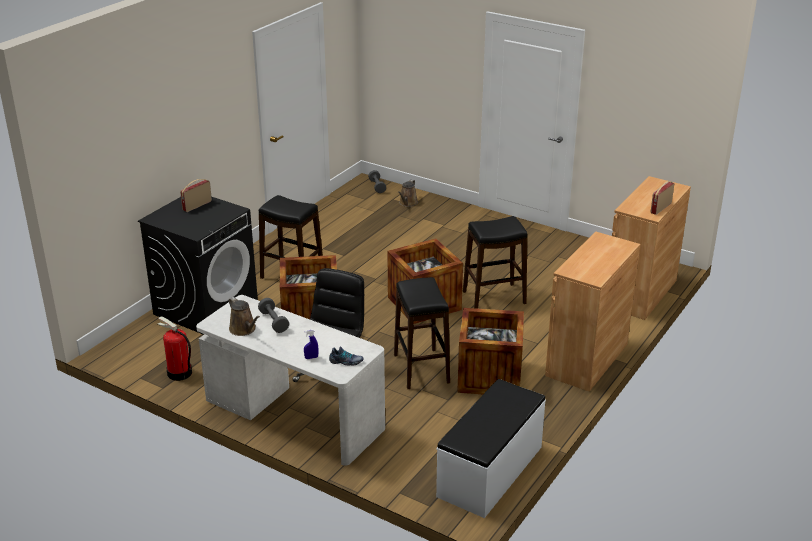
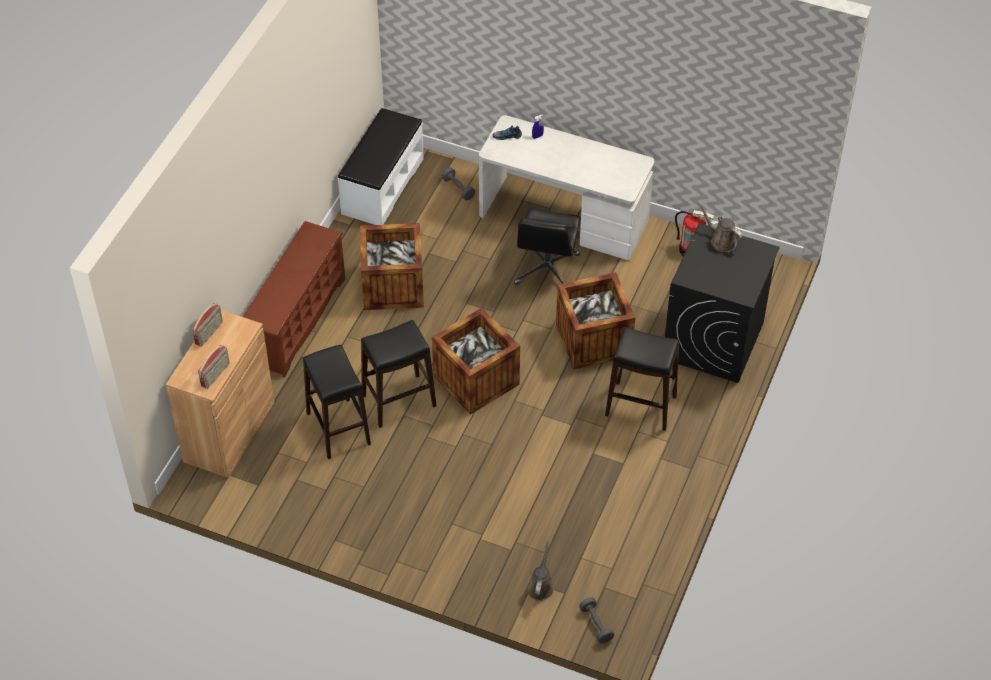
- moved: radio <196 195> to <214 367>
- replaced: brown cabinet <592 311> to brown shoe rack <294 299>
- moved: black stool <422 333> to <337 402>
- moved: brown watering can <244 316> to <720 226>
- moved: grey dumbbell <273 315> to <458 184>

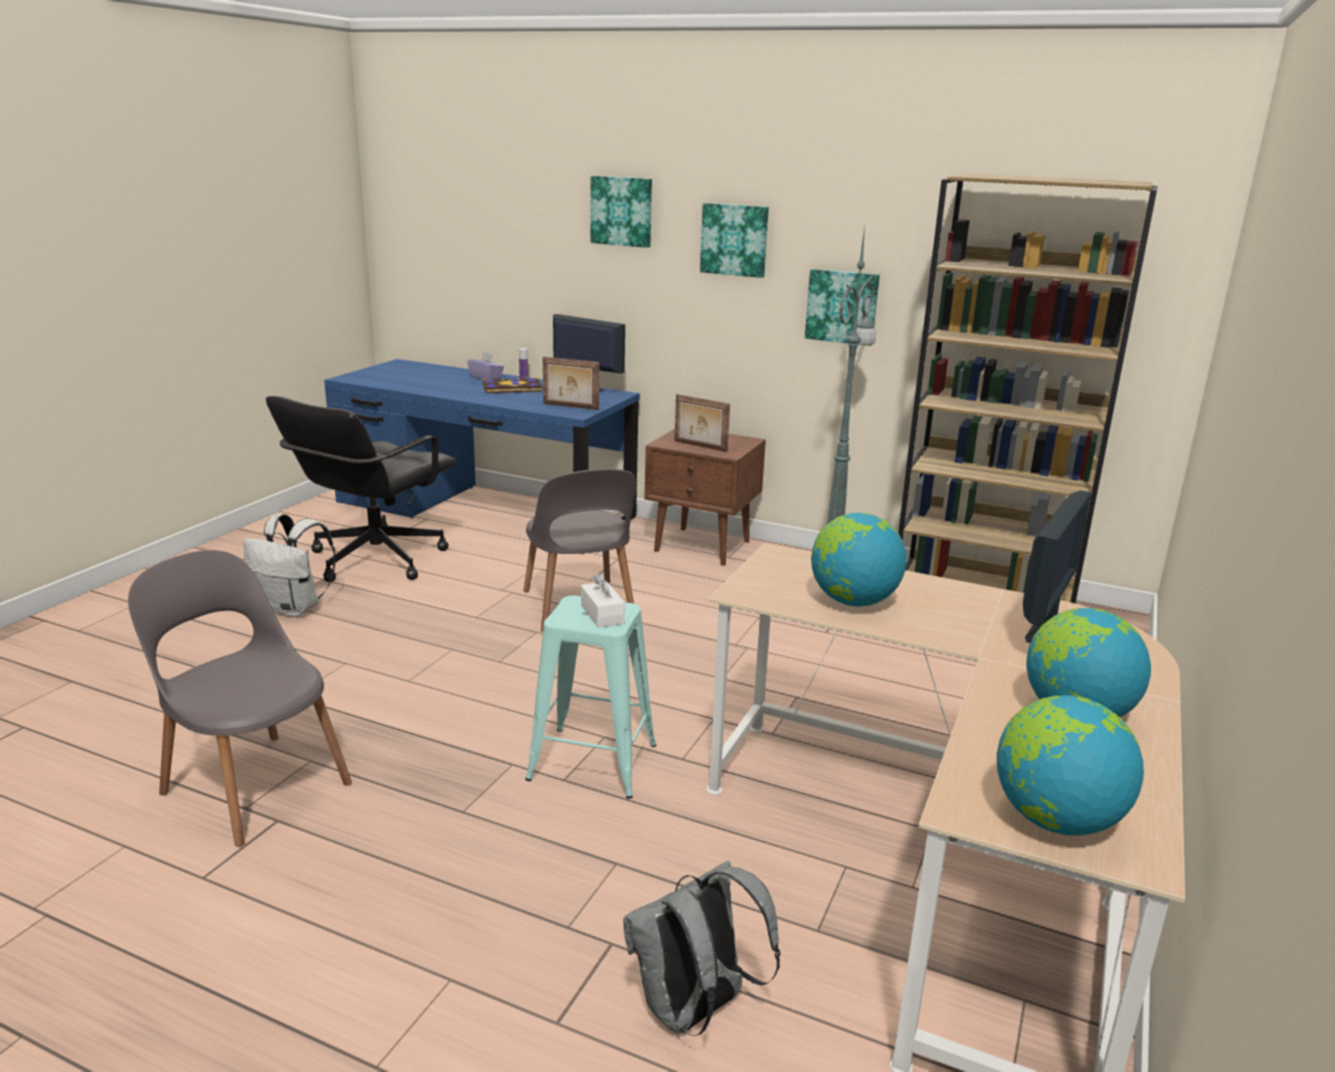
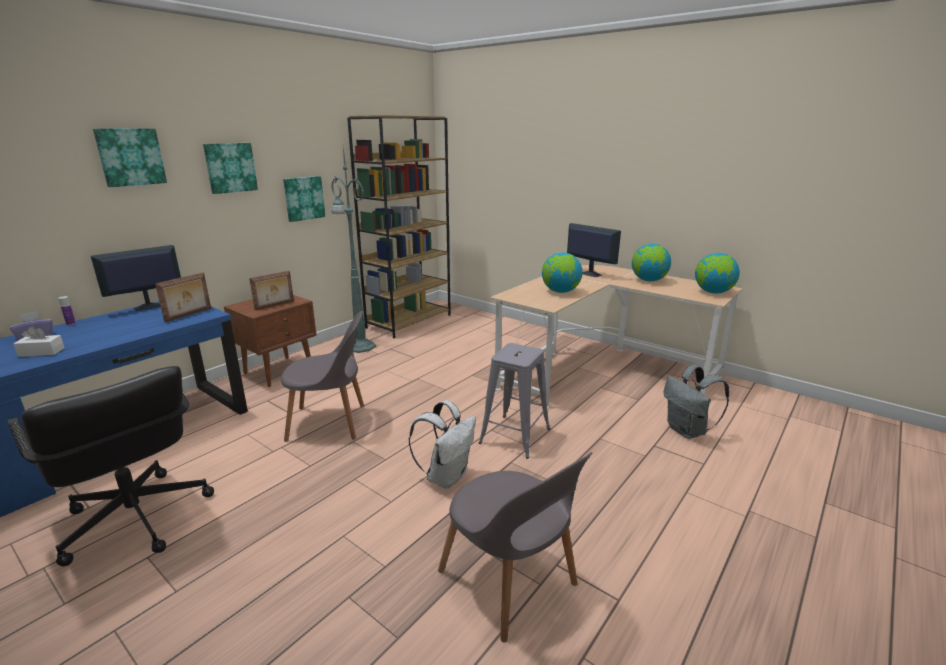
- removed: book <512 385>
- moved: white backpack <290 565> to <442 444>
- turned: grey chair <240 698> = <515 547> 90 degrees counterclockwise
- moved: white tissue box <603 600> to <39 342>
- recoloured: turquoise stool <590 697> to grey stool <514 401>

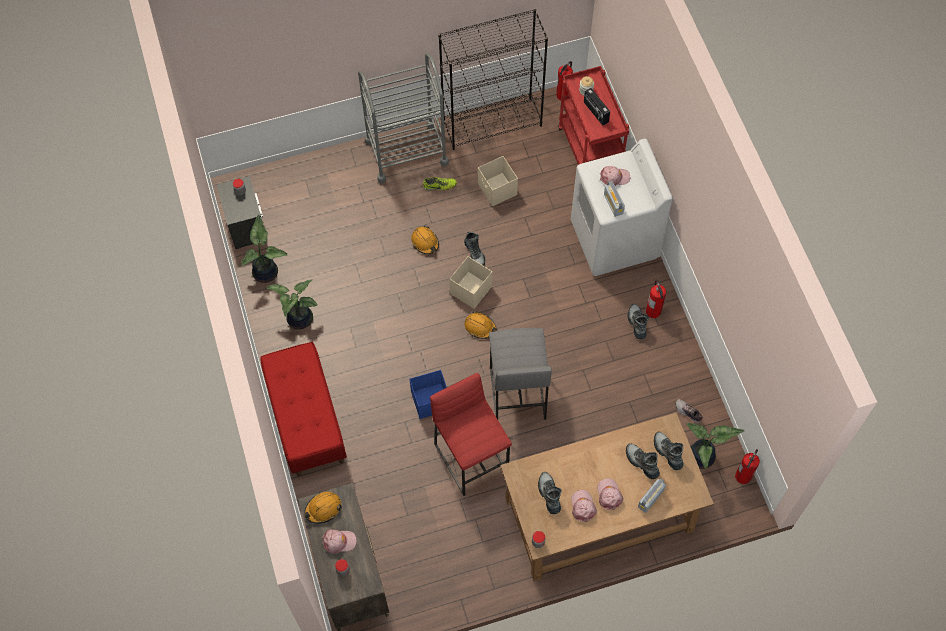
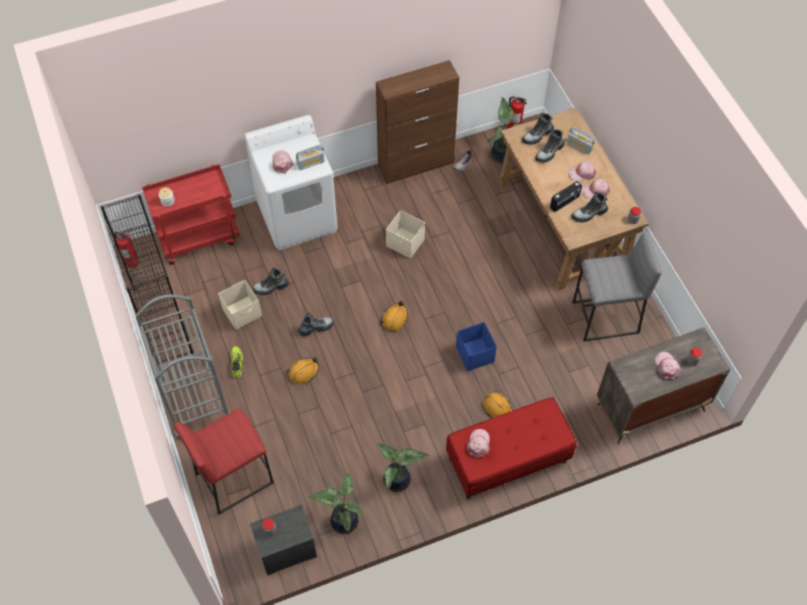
- moved: radio <597 106> to <566 196>
- moved: beige storage box <471 282> to <405 234>
- removed: fire extinguisher <656 299>
- moved: boot <638 321> to <270 281>
- moved: grey stool <520 374> to <617 287>
- moved: red stool <471 434> to <223 461>
- moved: orange hard hat <323 508> to <498 404>
- added: brown cabinet <417 122>
- added: pink cap <478 443>

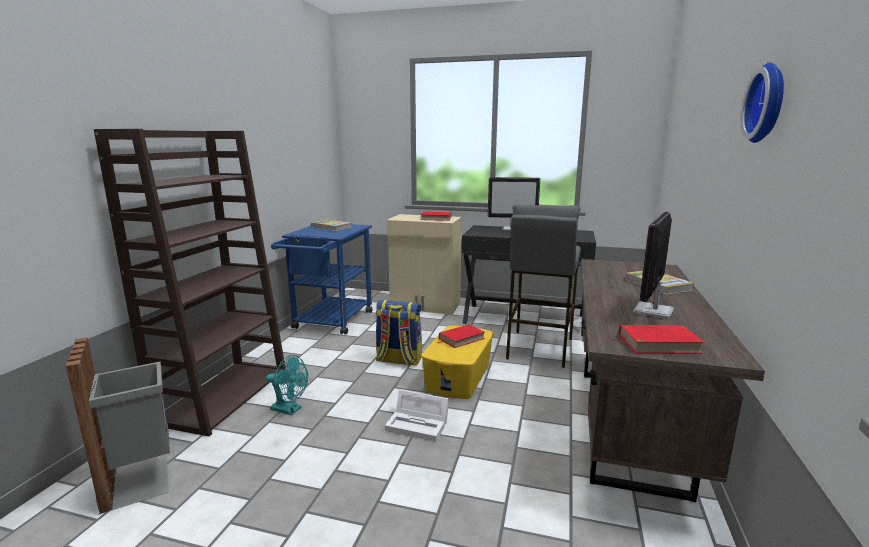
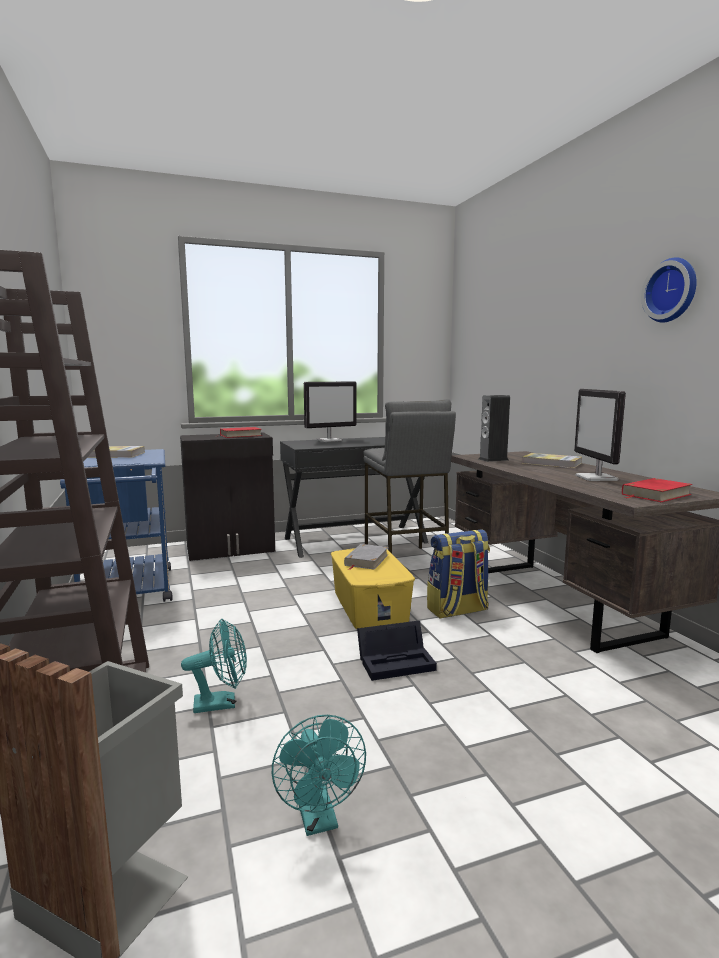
- recoloured: beige cabinet <424 264> to black cabinet <227 496>
- moved: backpack <398 333> to <458 574>
- recoloured: red book <461 336> to grey book <366 557>
- recoloured: white storage box <417 416> to black storage box <397 651>
- added: speaker <494 428>
- added: turquoise fan <319 775>

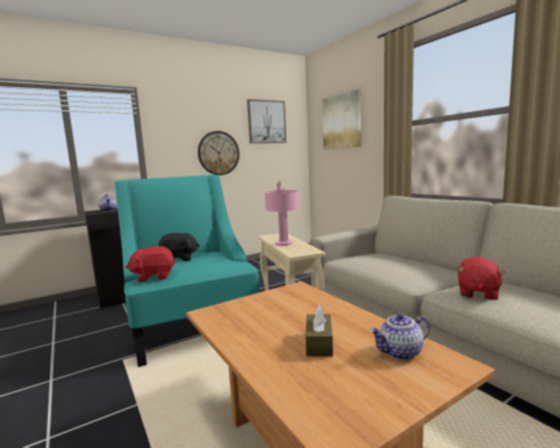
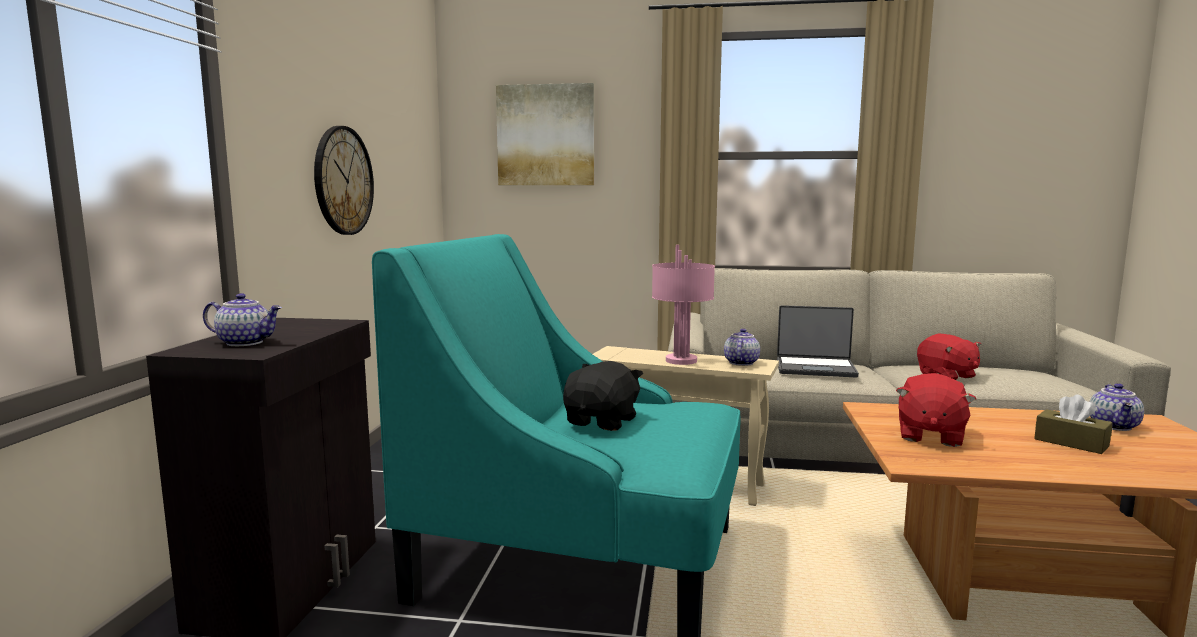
- removed: picture <266 121>
- moved: red plush toy <151 264> to <936 410>
- added: laptop <818 341>
- added: teapot <742 347>

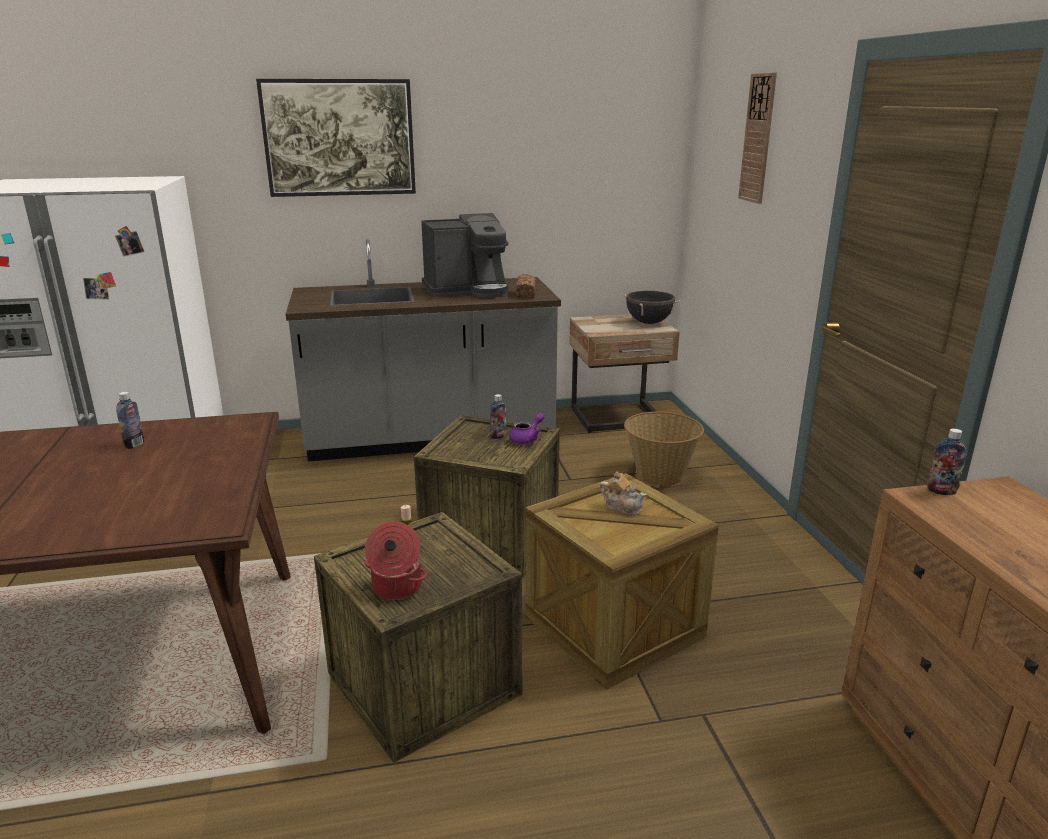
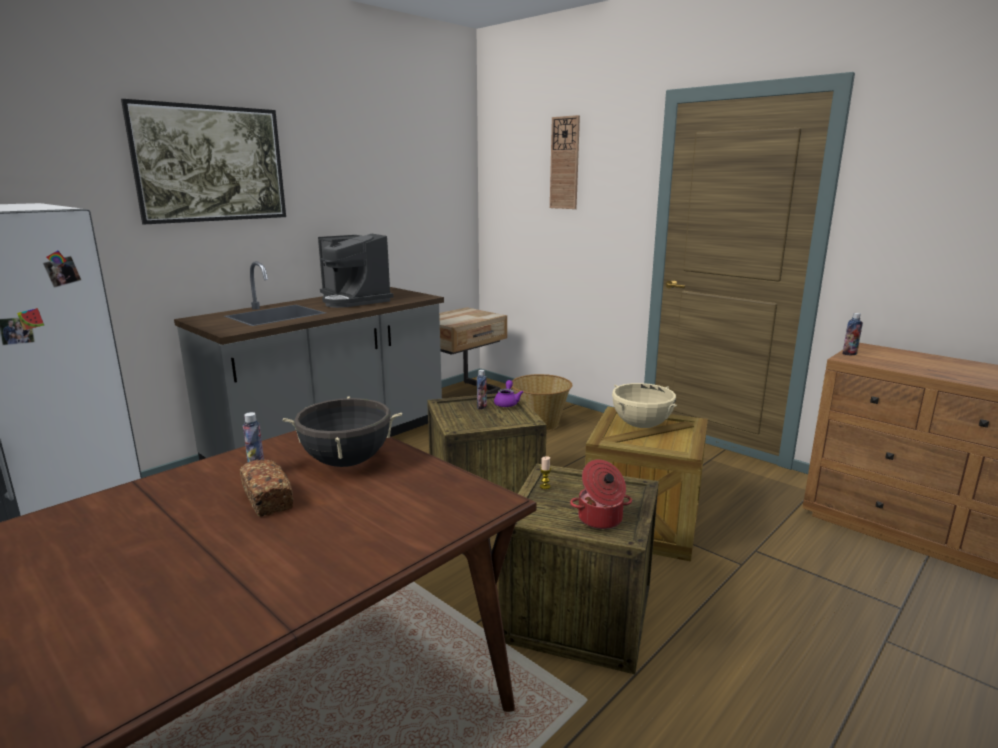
- turned: coffee machine <465 255> = <355 271> 105 degrees clockwise
- moved: bread <525 286> to <266 488>
- moved: black cooking pot <651 307> to <342 431>
- replaced: teapot <622 494> to beige cooking pot <644 405>

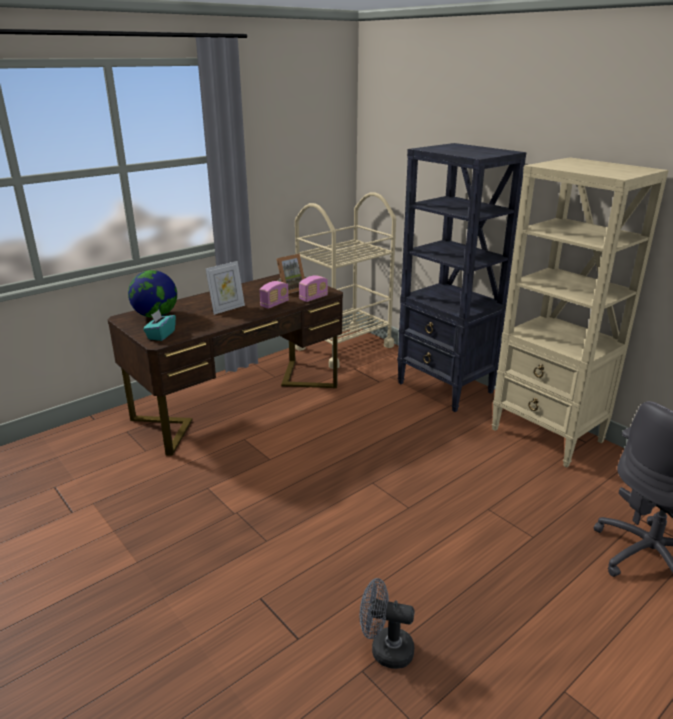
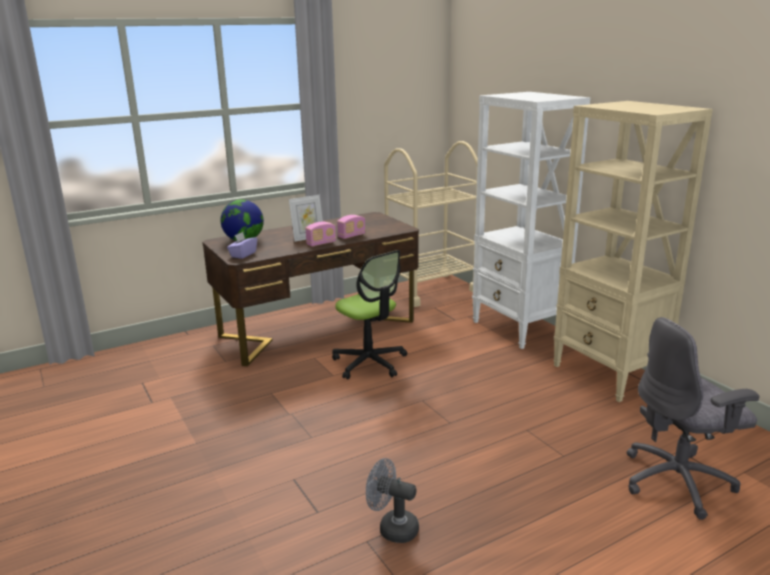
- recoloured: black bookcase <461 277> to white bookcase <531 220>
- removed: picture frame <290 273>
- moved: radio <313 288> to <321 234>
- recoloured: turquoise tissue box <159 325> to purple tissue box <242 245>
- added: office chair <369 314>

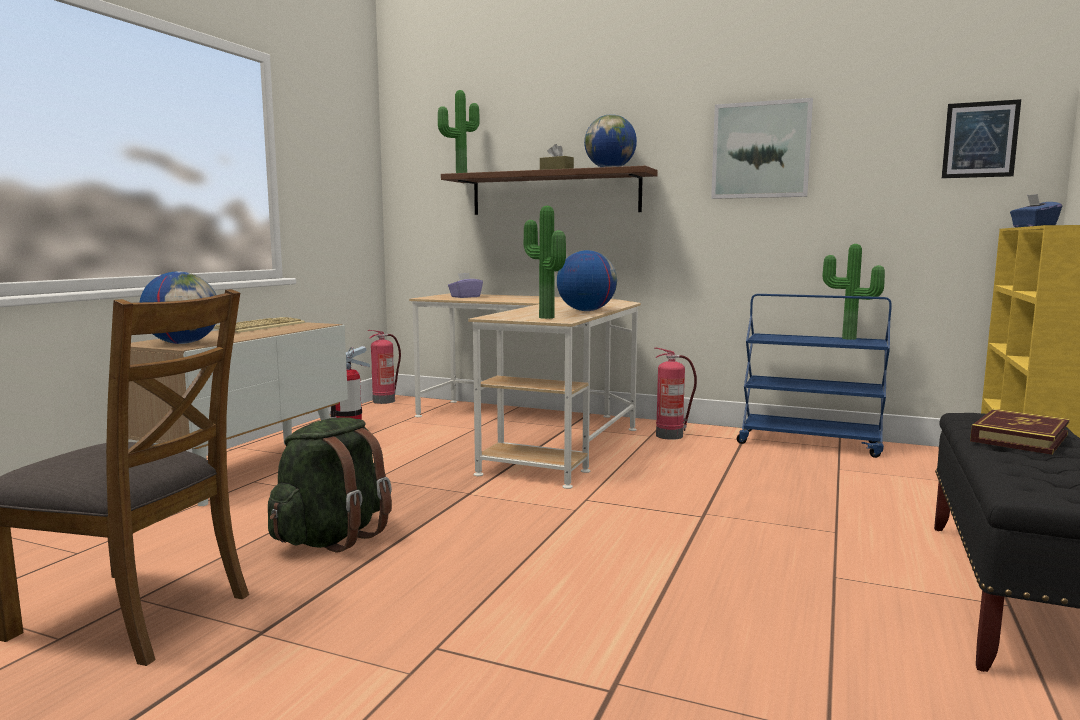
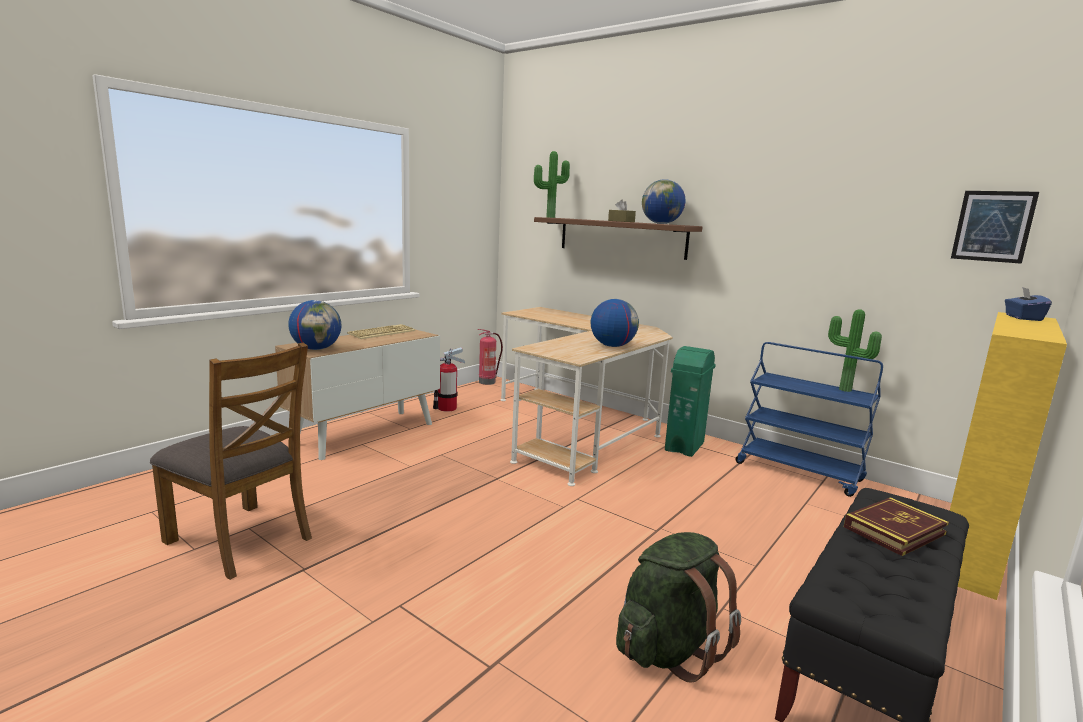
- removed: picture <762 148>
- removed: potted plant <545 262>
- removed: purple tissue box <465 285>
- replaced: fire extinguisher <675 394> to green trash can <690 401>
- moved: green backpack <330 484> to <678 607>

